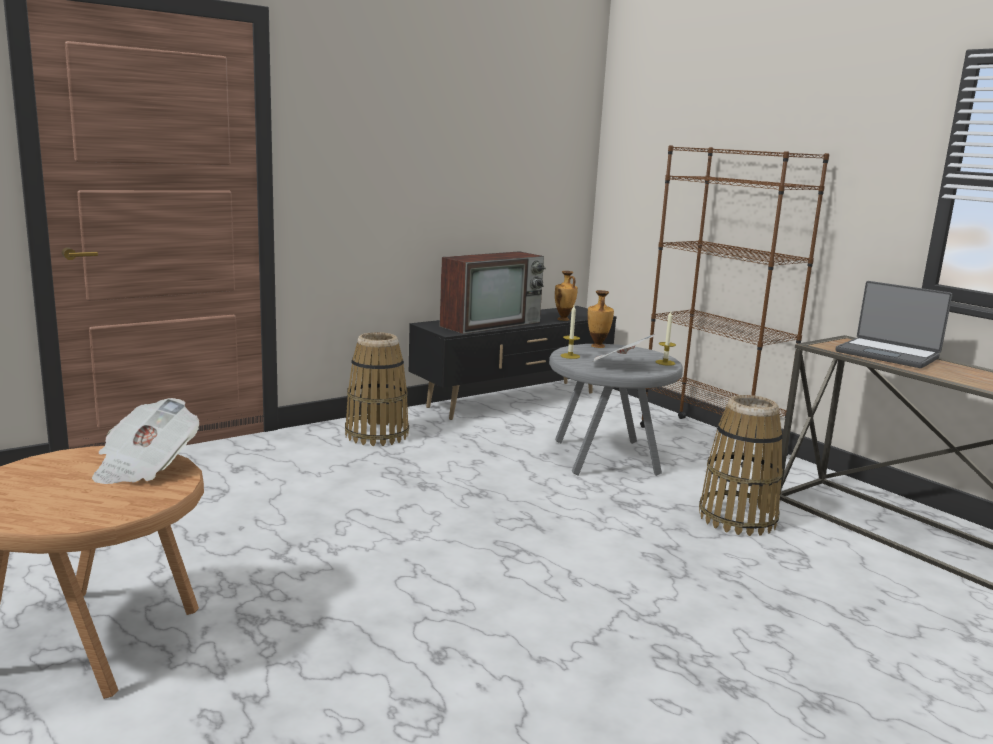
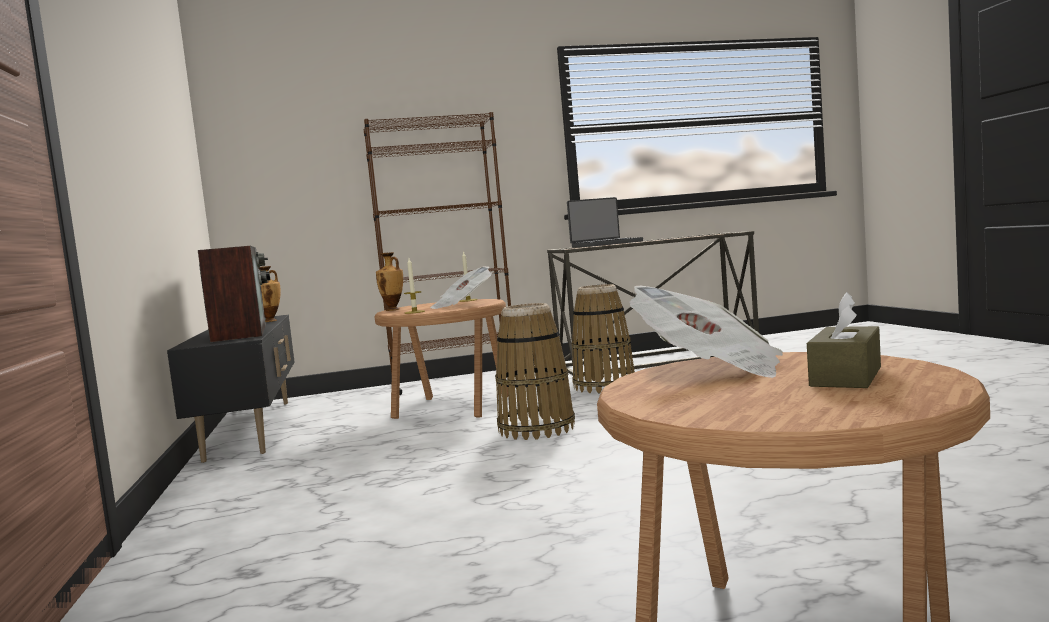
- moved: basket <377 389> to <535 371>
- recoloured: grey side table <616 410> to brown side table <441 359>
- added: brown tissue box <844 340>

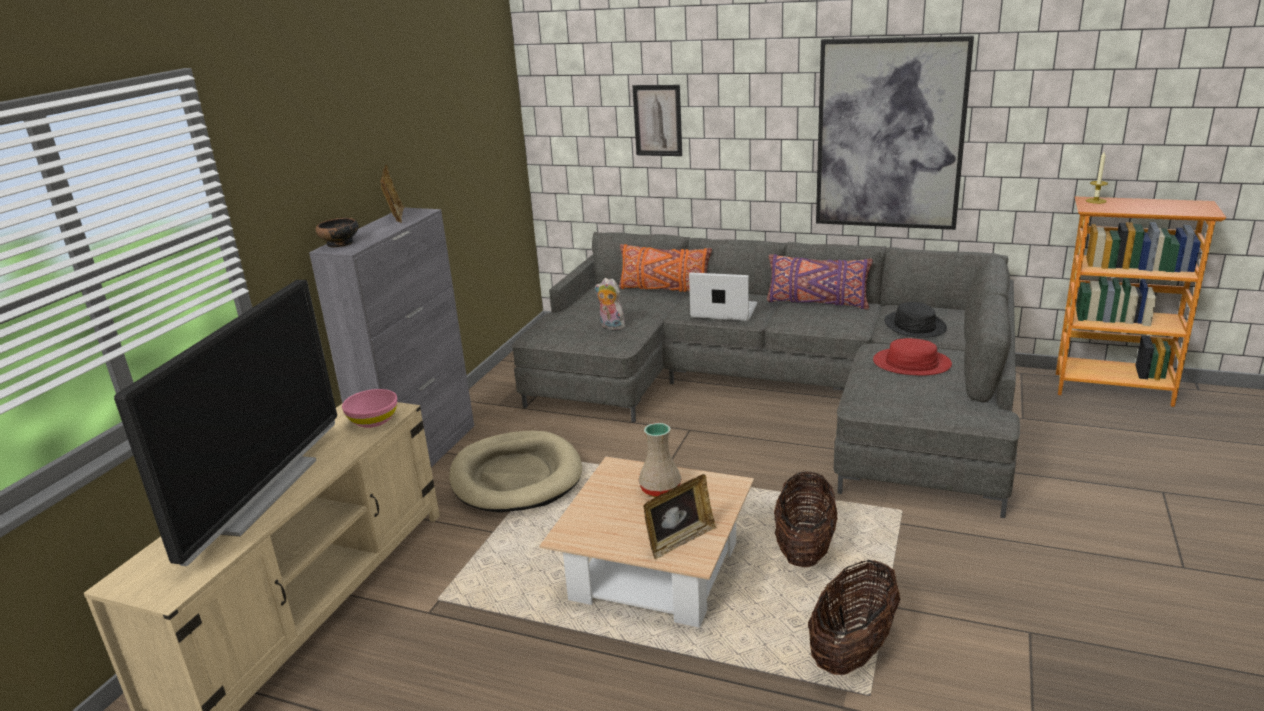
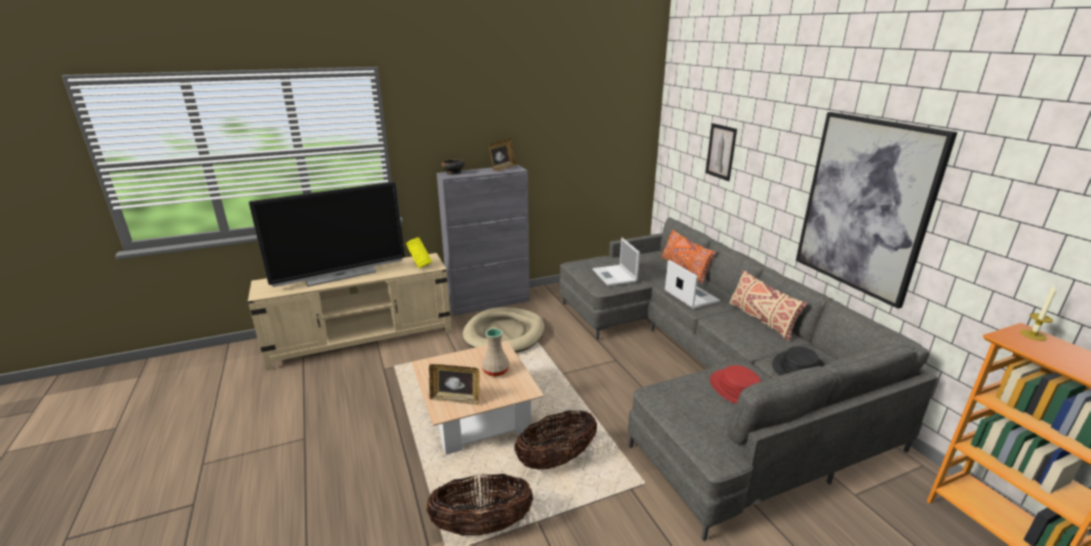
- recoloured: purple pillow <820 282> to beige pillow <768 305>
- replaced: plush toy <610 304> to laptop <616 262>
- replaced: pink bowl <369 408> to yellow vase <419 252>

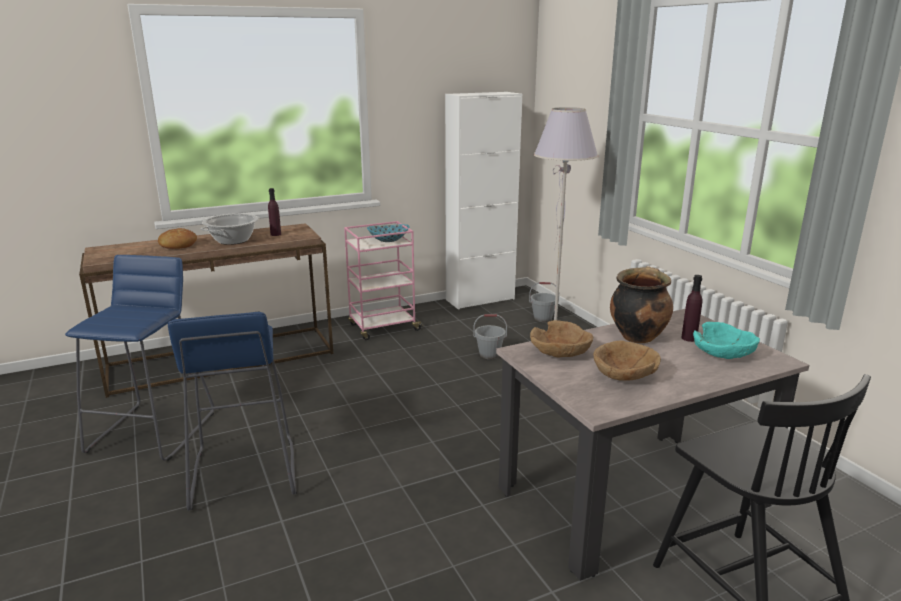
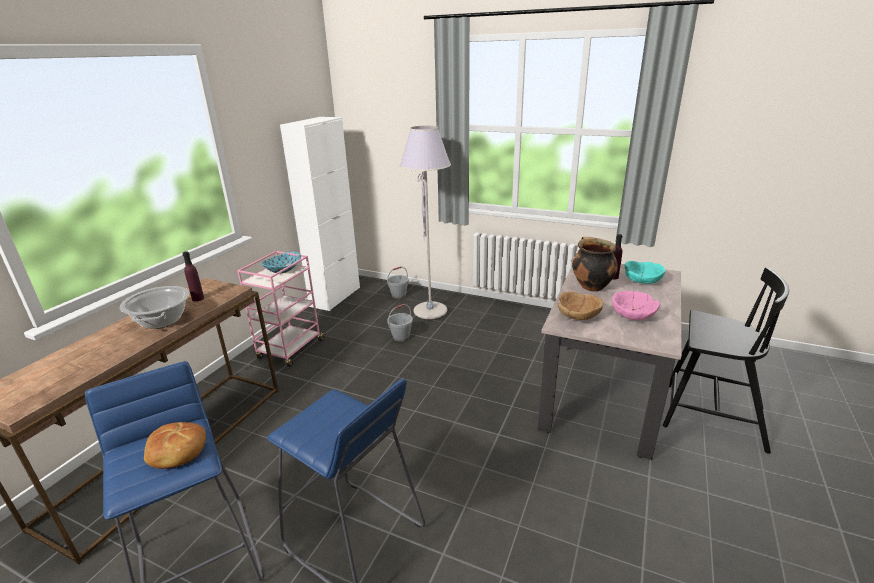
- moved: bread <177 238> to <175 445>
- recoloured: brown bowl <627 360> to pink bowl <636 305>

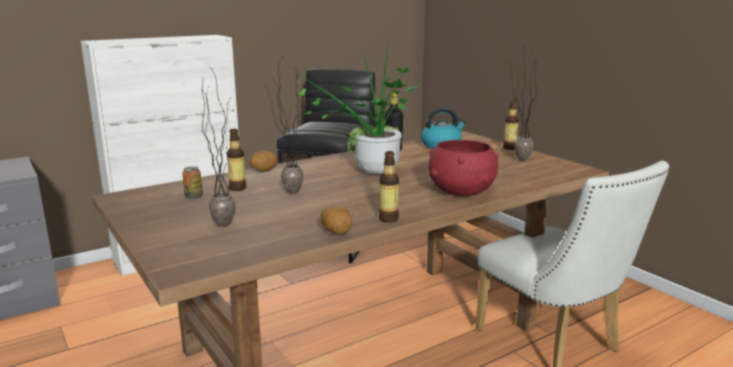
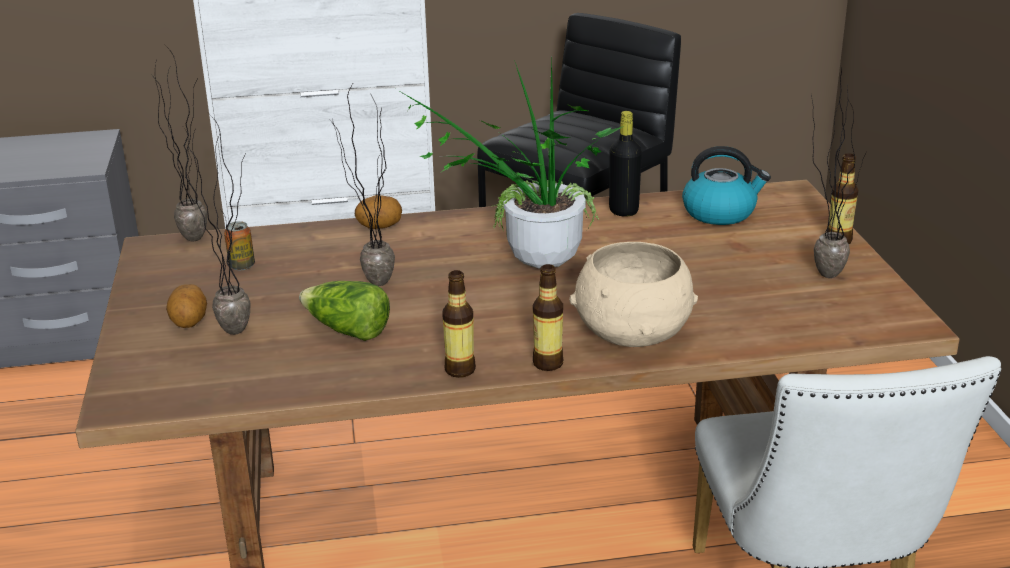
- moved: bottle <236 160> to <548 317>
- recoloured: red bowl <463 168> to beige bowl <634 294>
- moved: potato <336 220> to <186 306>
- added: potted plant <179 143>
- added: lettuce <344 311>

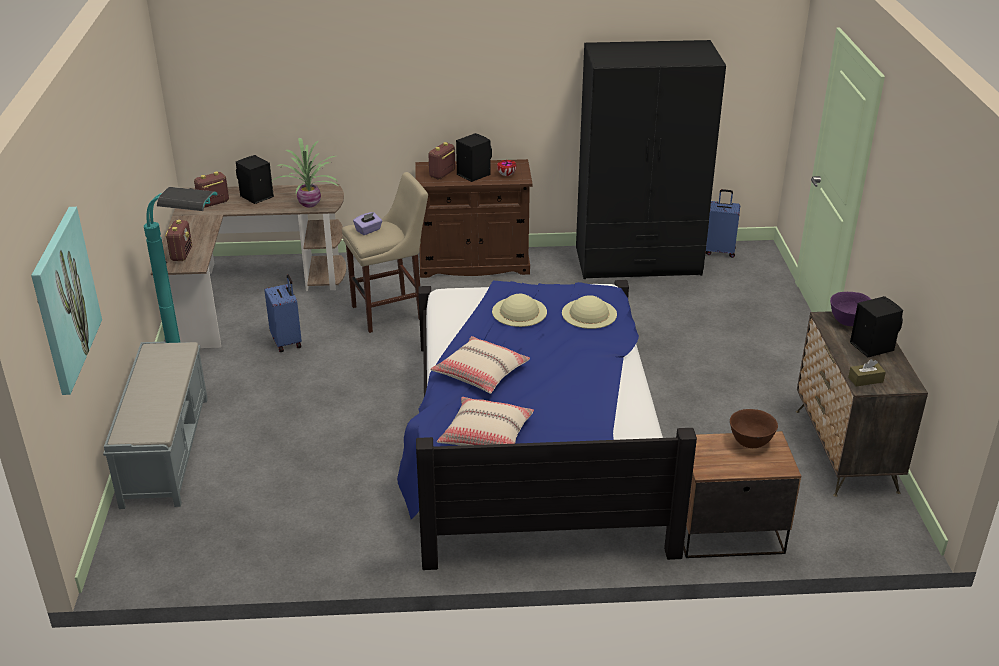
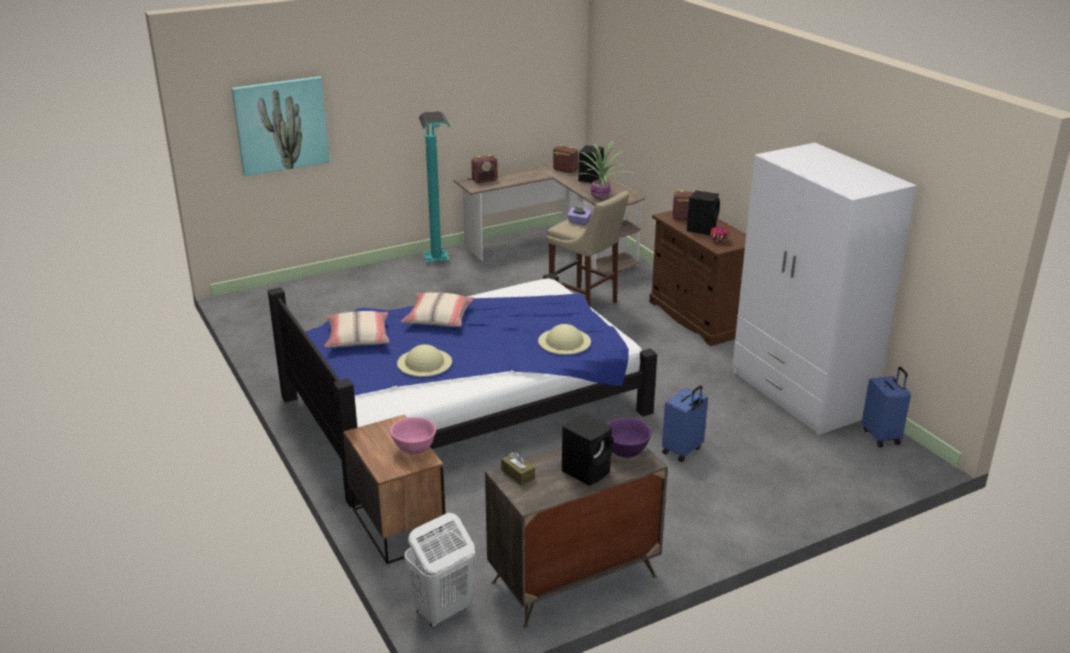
- recoloured: black wardrobe <651 159> to white wardrobe <824 289>
- moved: blue suitcase <283 313> to <685 423>
- moved: beige hat <519 310> to <424 360>
- removed: grey bench <155 425>
- recoloured: brown bowl <754 428> to pink bowl <413 436>
- added: white laundry basket <440 570>

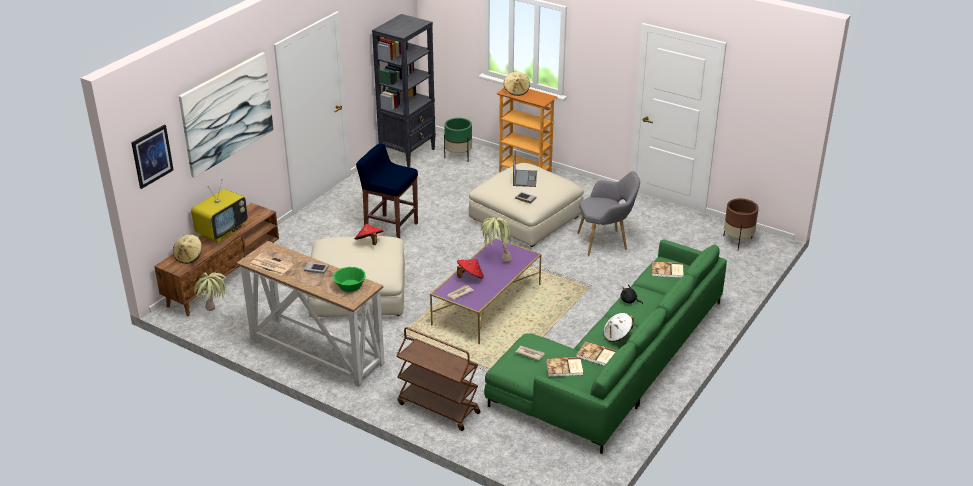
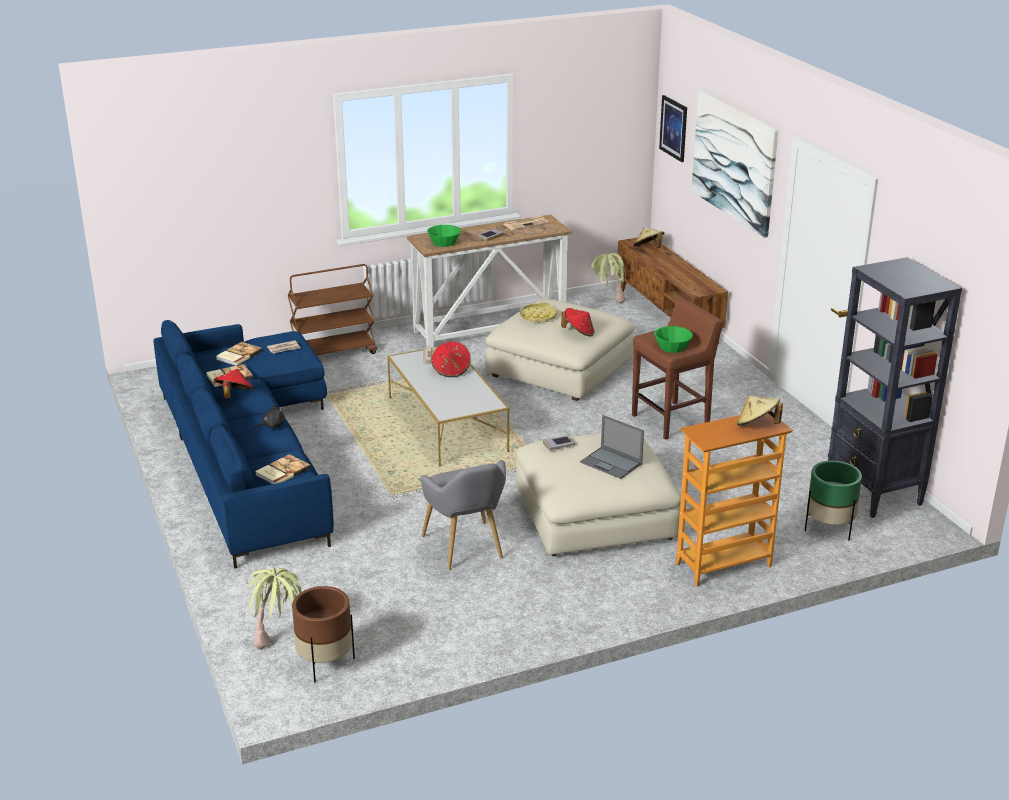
- recoloured: blue stool <387 191> to brown stool <677 369>
- turned: grey armchair <608 213> = <463 515> 45 degrees counterclockwise
- removed: television <219 211>
- moved: potted plant <496 240> to <276 608>
- recoloured: purple coffee table <486 291> to white coffee table <448 406>
- recoloured: green sofa <605 347> to blue sofa <243 444>
- recoloured: white hat <618 327> to red hat <233 383>
- added: yellow tray <538 313>
- added: green bowl <673 339>

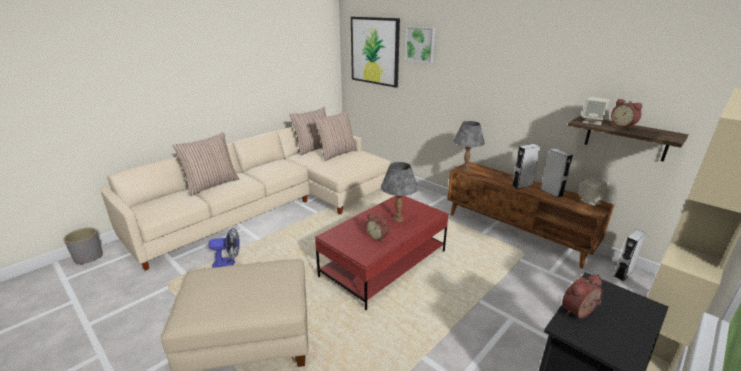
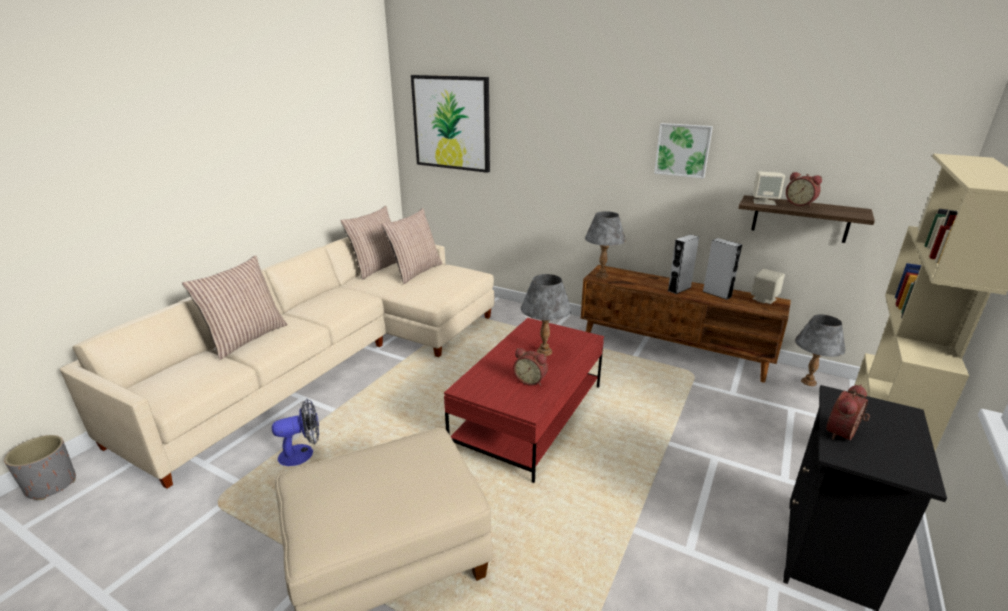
- moved: picture <420 45> to <683 150>
- replaced: grey speaker <630 255> to grey table lamp <820 350>

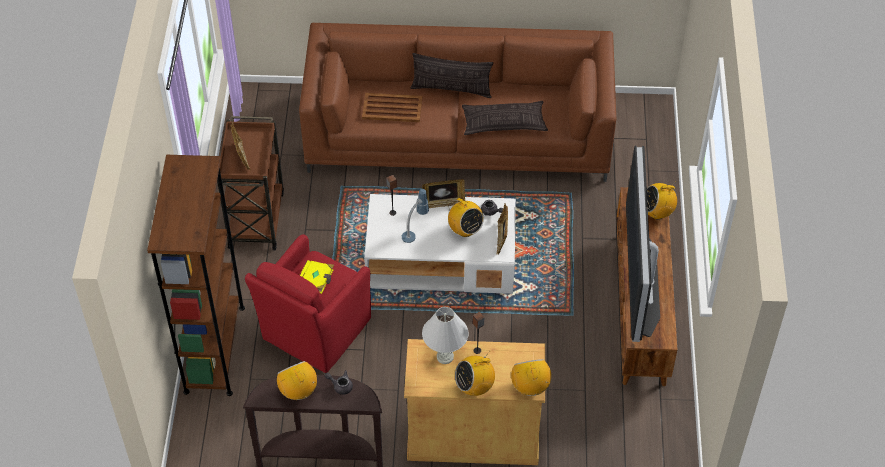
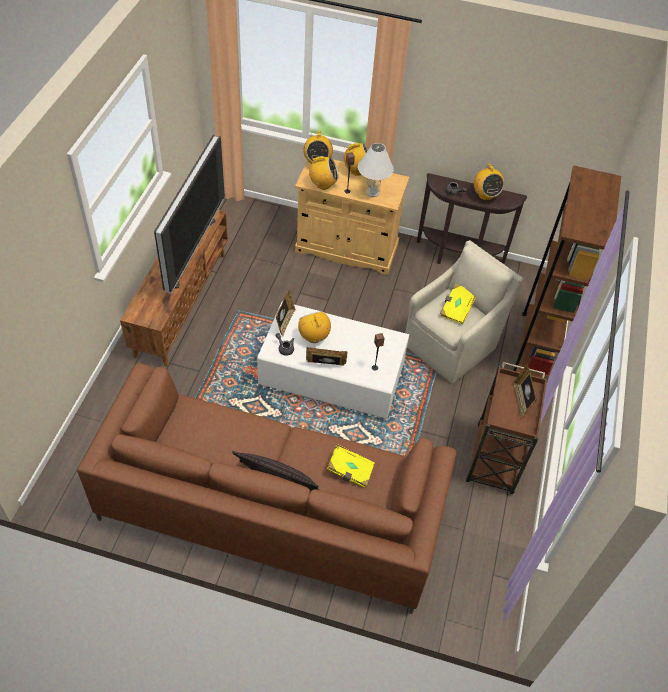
- replaced: brown tray <392 107> to yellow book <351 466>
- removed: pillow <505 118>
- moved: radio <662 201> to <323 173>
- removed: table lamp <415 216>
- recoloured: red armchair <308 303> to beige armchair <464 312>

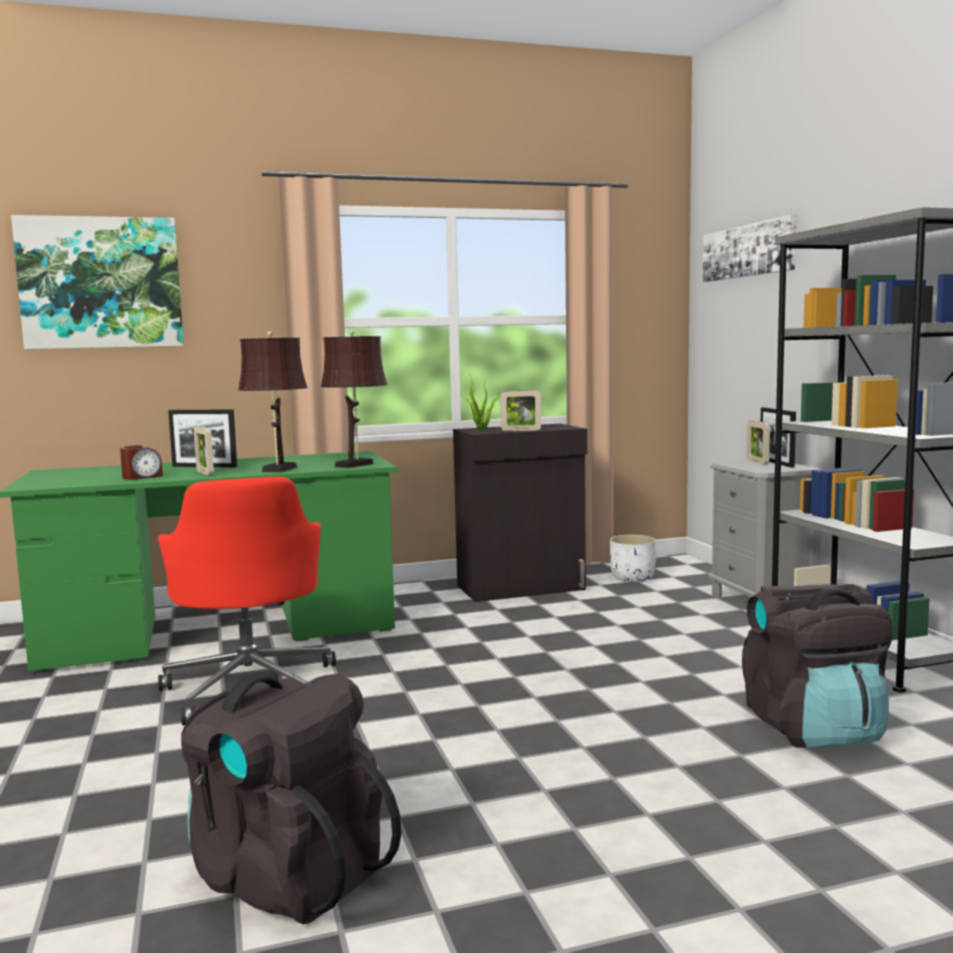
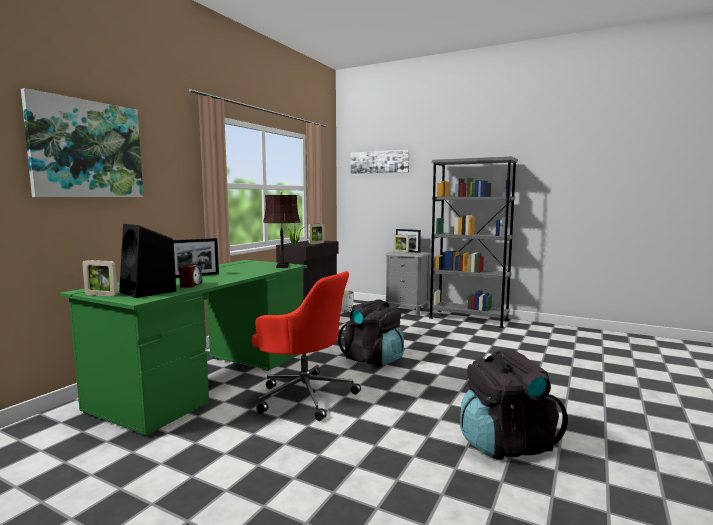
- removed: brown table lamp <273 401>
- moved: picture frame <204 451> to <100 278>
- moved: black backpack <817 665> to <371 333>
- added: black speaker <147 261>

